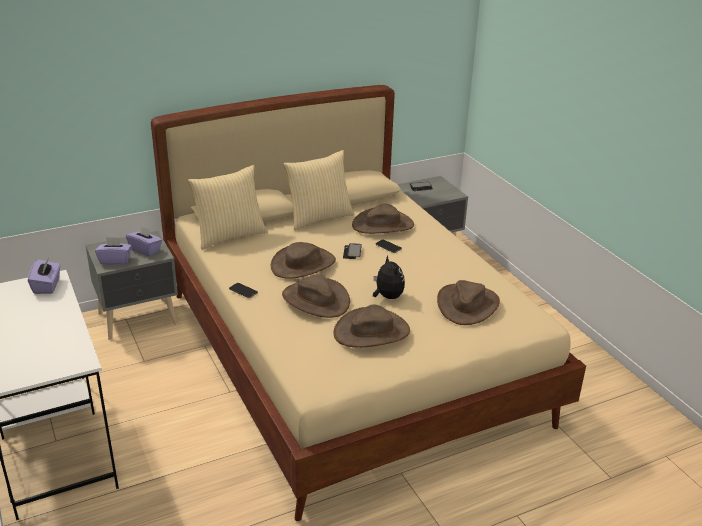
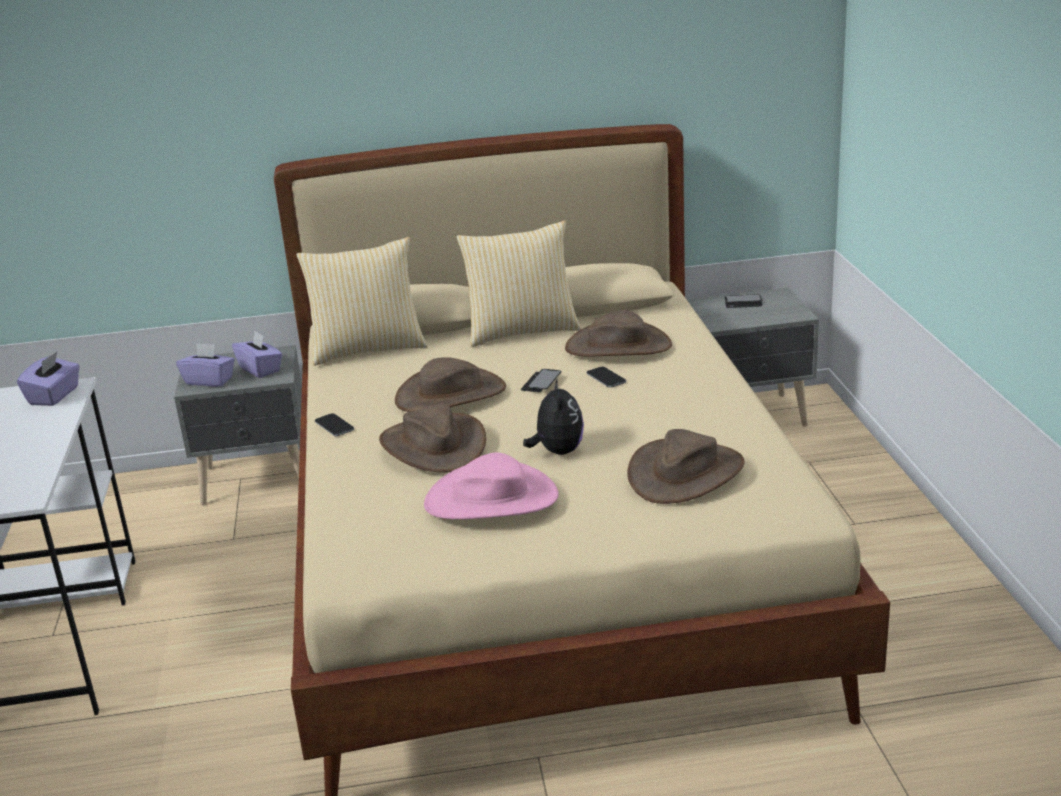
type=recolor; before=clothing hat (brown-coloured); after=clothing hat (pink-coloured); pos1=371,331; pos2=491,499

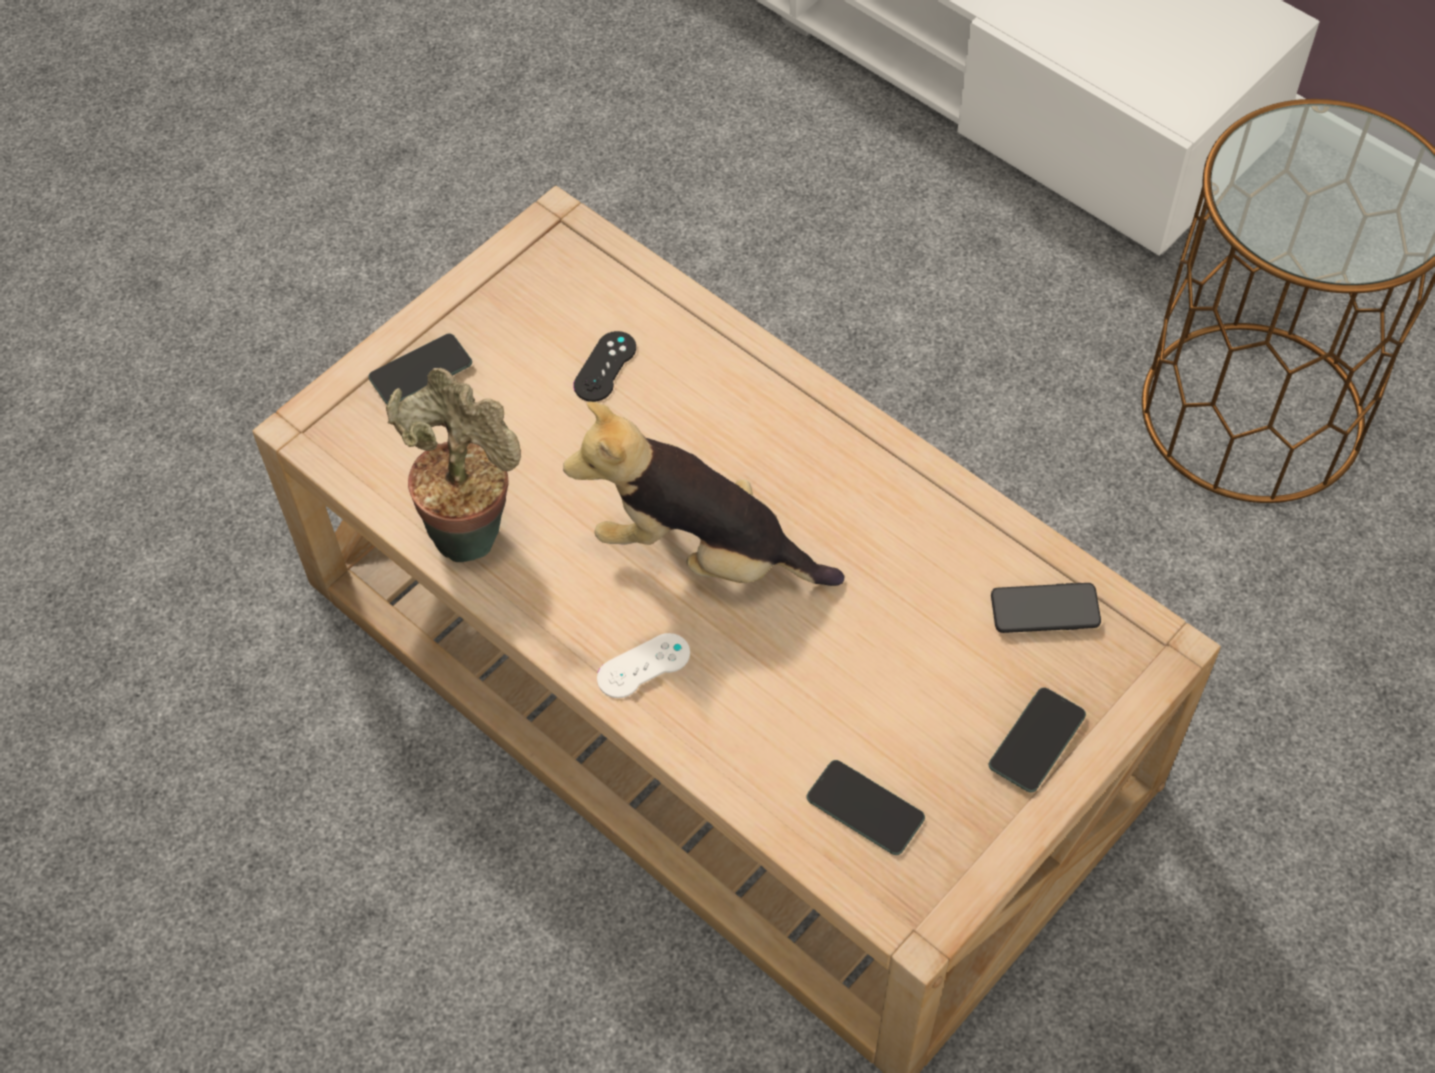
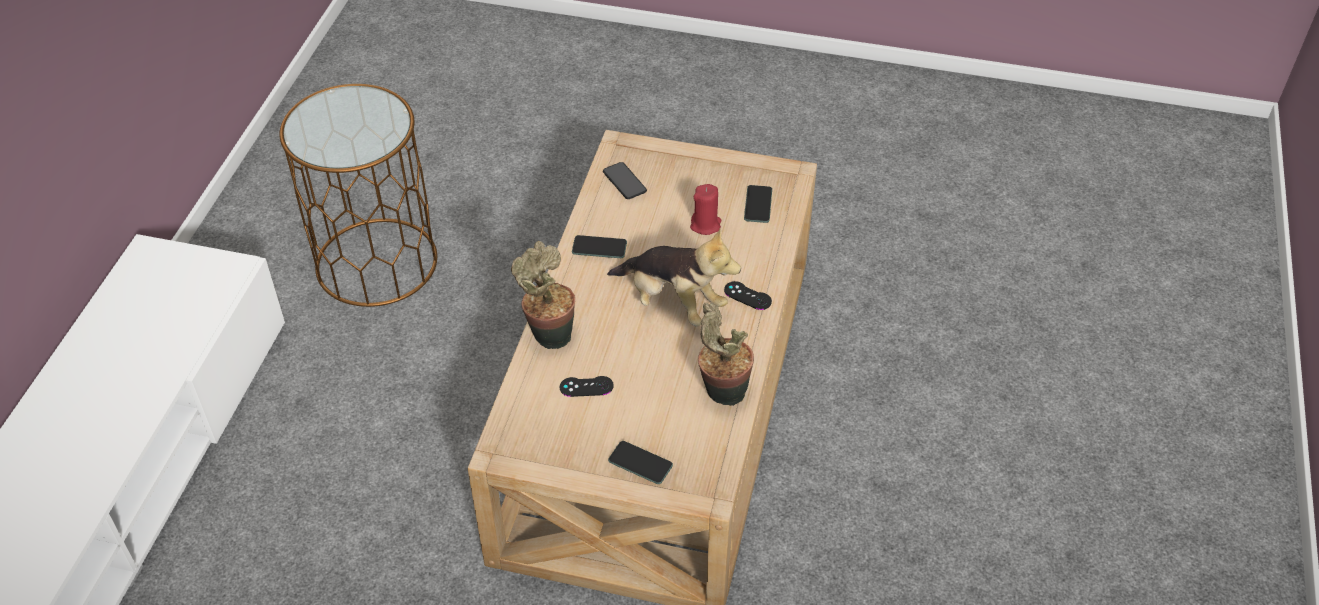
type=insert; after=plant in a pot; pos2=549,334
type=insert; after=candle (red); pos2=705,225
type=move; before=telephone; pos1=1037,740; pos2=599,247
type=recolor; before=game controller (whitish); after=game controller (black); pos1=643,666; pos2=747,296
type=rotate; before=plush toy; pos1=702,552; pos2=672,302; turn=-45

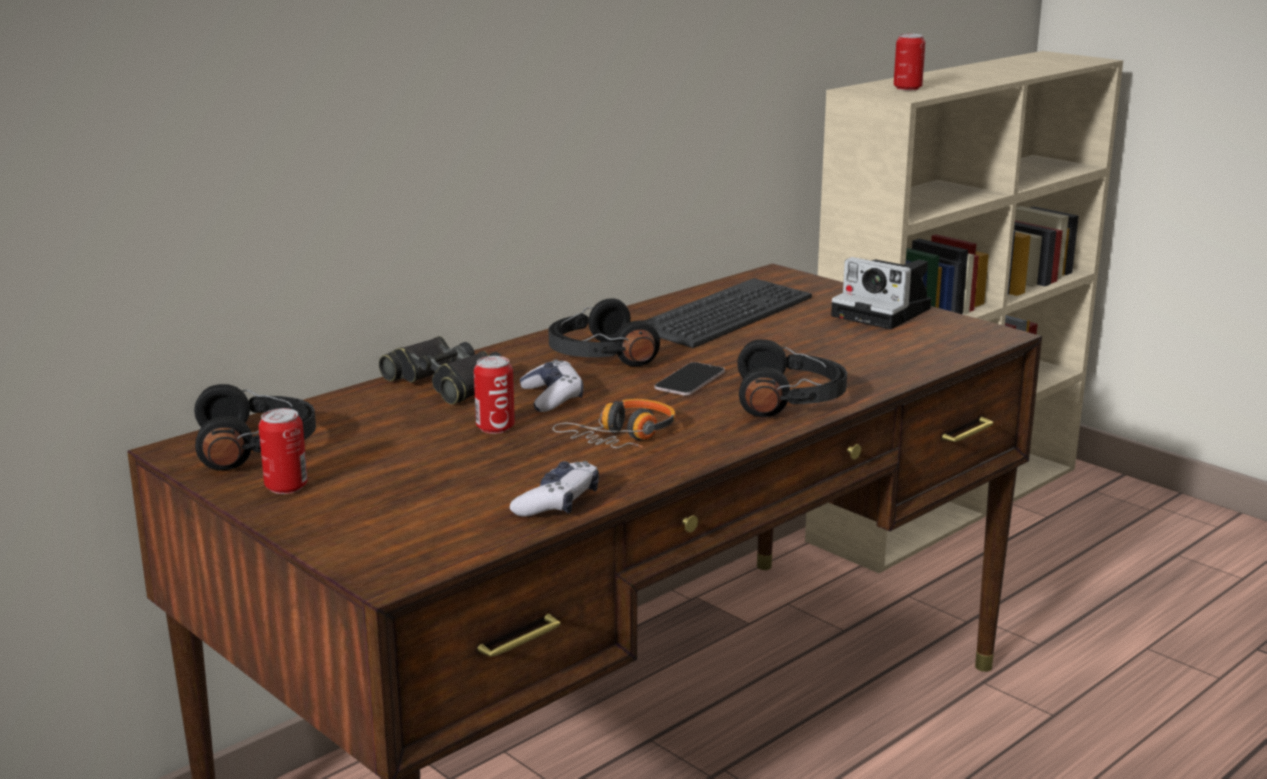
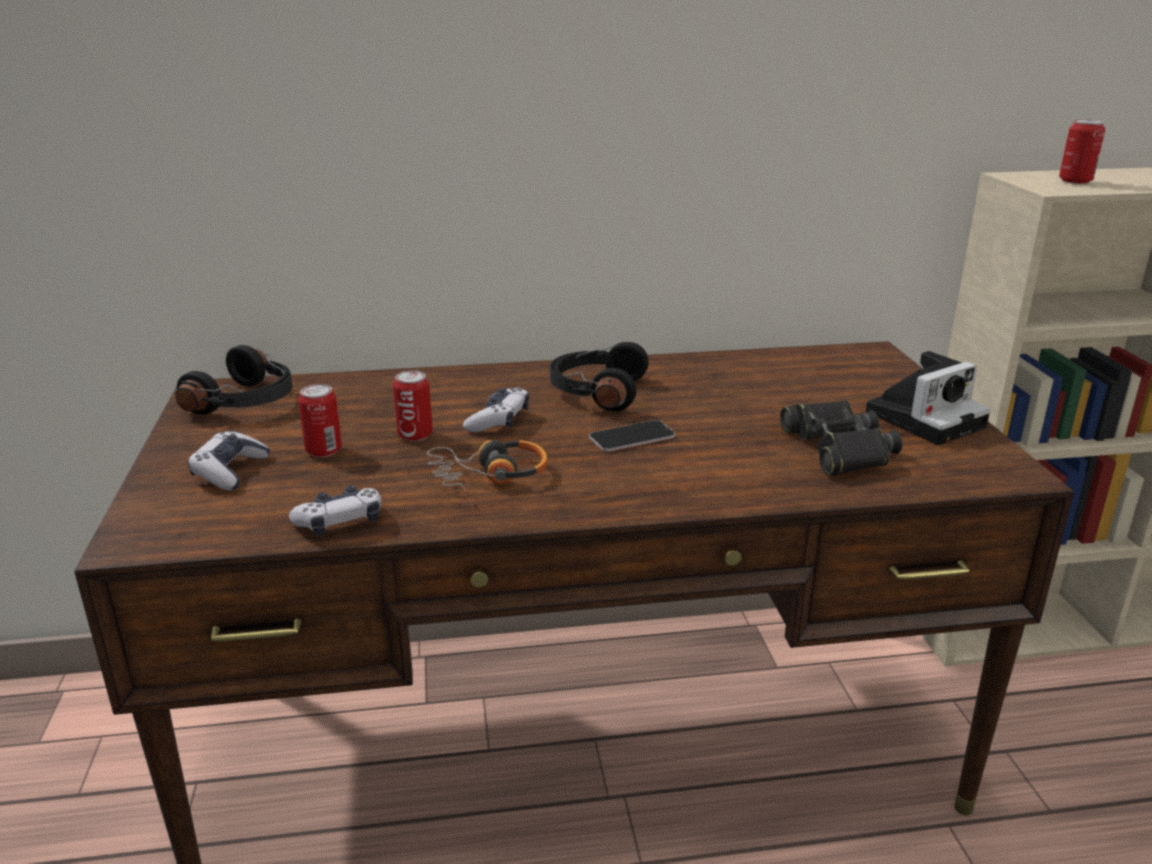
type=delete; before=computer keyboard; pos1=727,314
type=delete; before=pair of headphones (black); pos1=790,400
type=insert; after=game controller; pos2=230,471
type=move; before=sealed can; pos1=286,487; pos2=323,450
type=move; before=field glasses (black); pos1=447,382; pos2=838,448
type=rotate; before=still camera; pos1=885,312; pos2=926,418; turn=-105

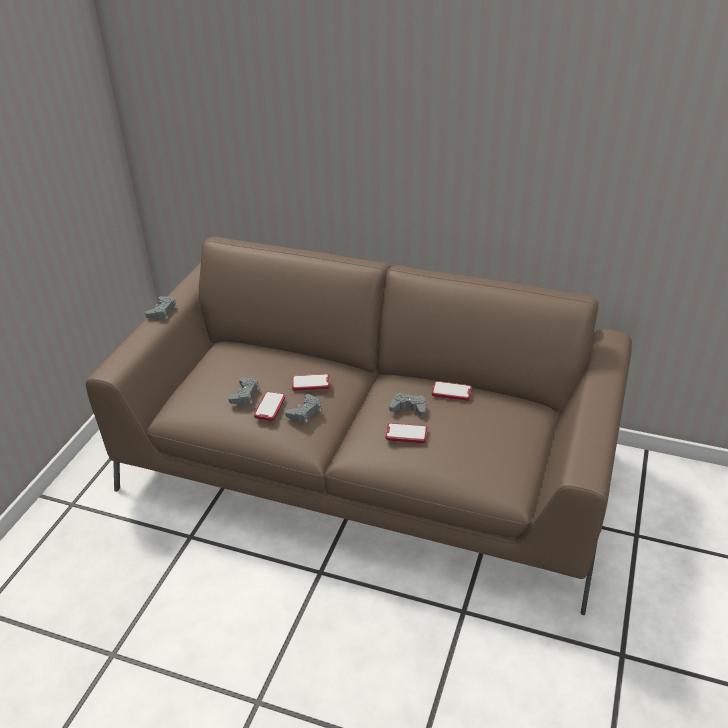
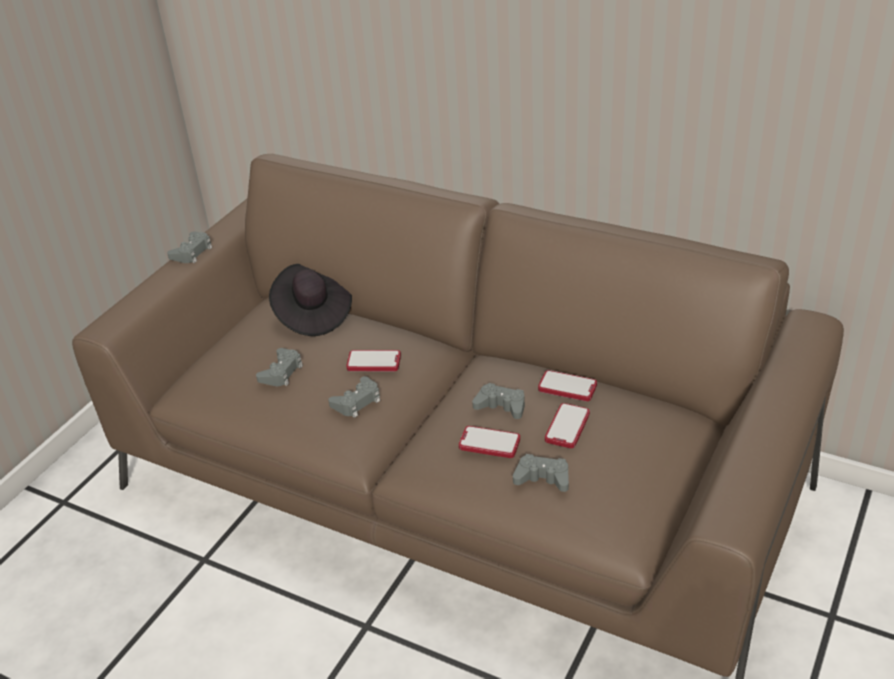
type=insert; after=clothing hat (black); pos2=312,314
type=insert; after=game controller (greyish); pos2=543,478
type=move; before=telephone; pos1=270,407; pos2=567,427

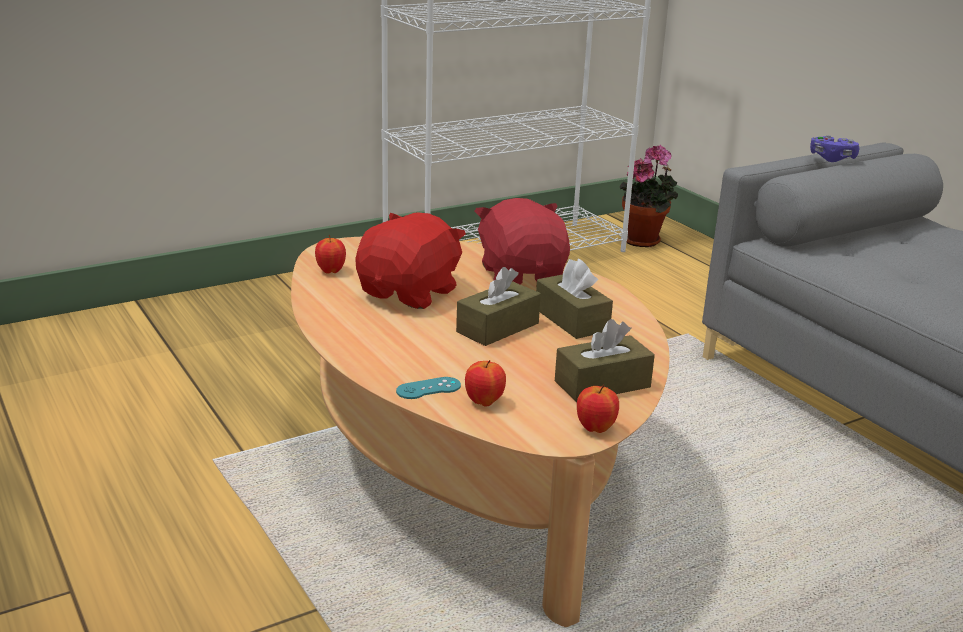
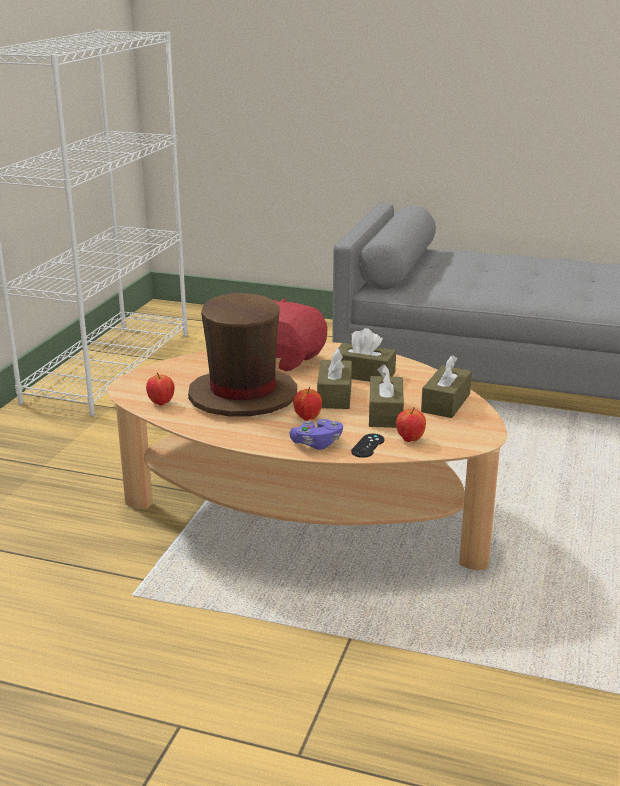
type=delete; before=plant in a pot; pos1=644,240
type=insert; after=box of tissues (brown-coloured); pos2=385,413
type=move; before=apple fruit; pos1=595,428; pos2=307,418
type=move; before=game controller (purple-coloured); pos1=832,159; pos2=317,444
type=replace; before=plush toy (red); after=clothing hat (brown-coloured); pos1=410,293; pos2=242,396
type=recolor; before=game controller (turquoise); after=game controller (black); pos1=428,388; pos2=368,446

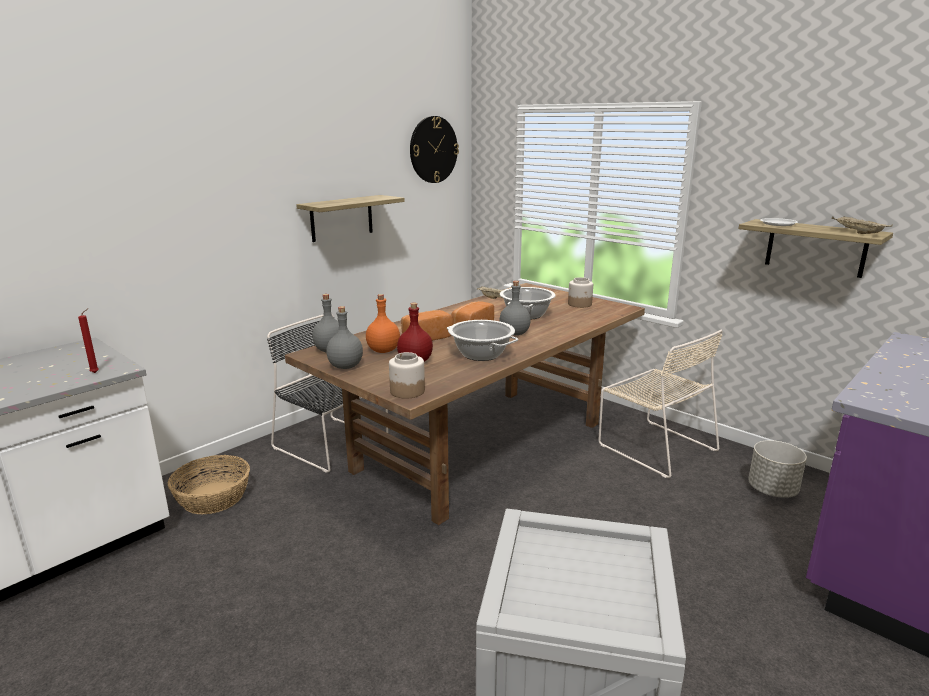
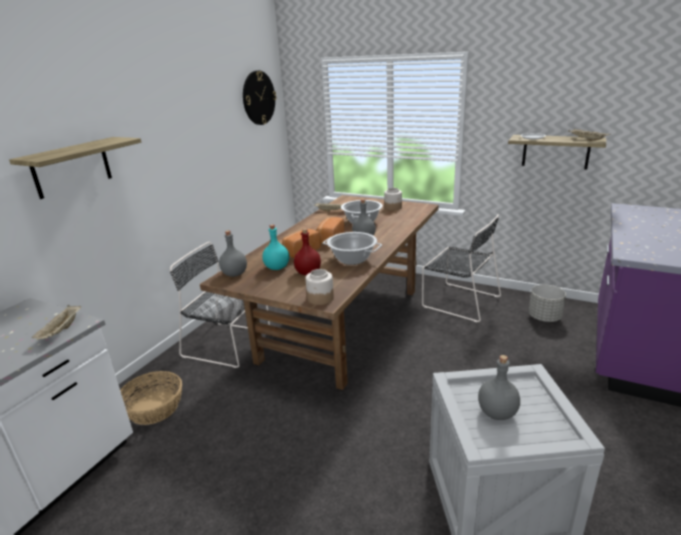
type=move; before=wall shelf; pos1=341,218; pos2=72,167
type=move; before=drink bottle (greyish); pos1=346,366; pos2=497,412
type=replace; before=candle (red); after=tray (beige-coloured); pos1=96,372; pos2=62,331
type=recolor; before=drink bottle (orange); after=drink bottle (turquoise); pos1=383,351; pos2=276,268
type=recolor; before=upright chair (beige-coloured); after=upright chair (black); pos1=654,446; pos2=459,301

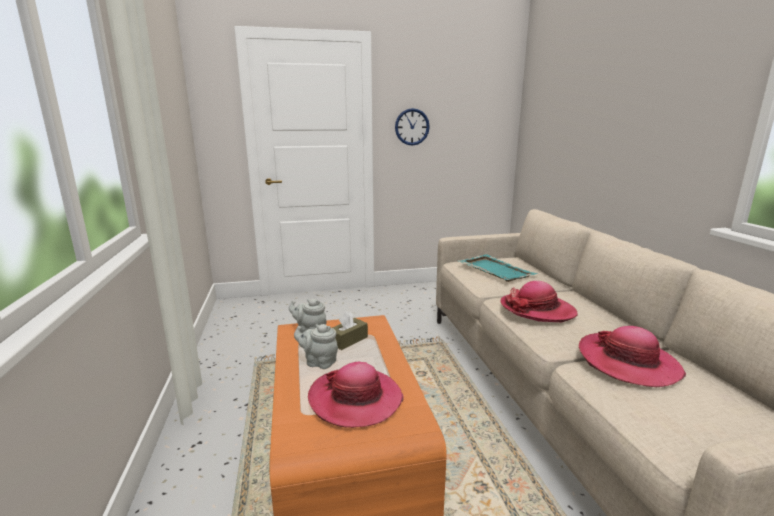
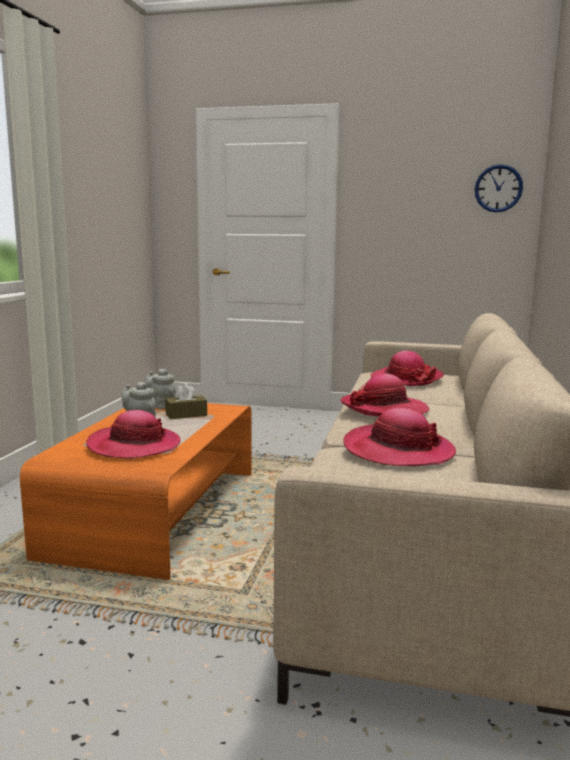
type=move; before=wall clock; pos1=412,127; pos2=498,188
type=replace; before=tray (turquoise); after=clothing hat; pos1=495,270; pos2=406,379

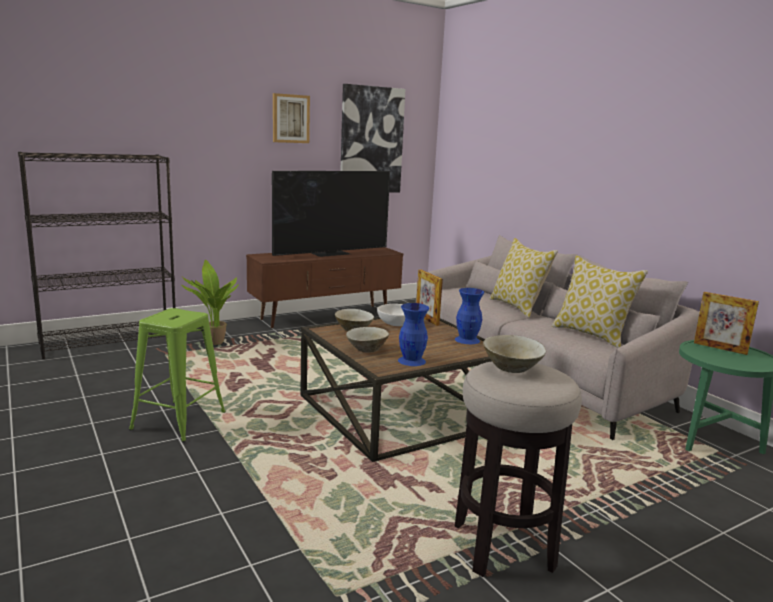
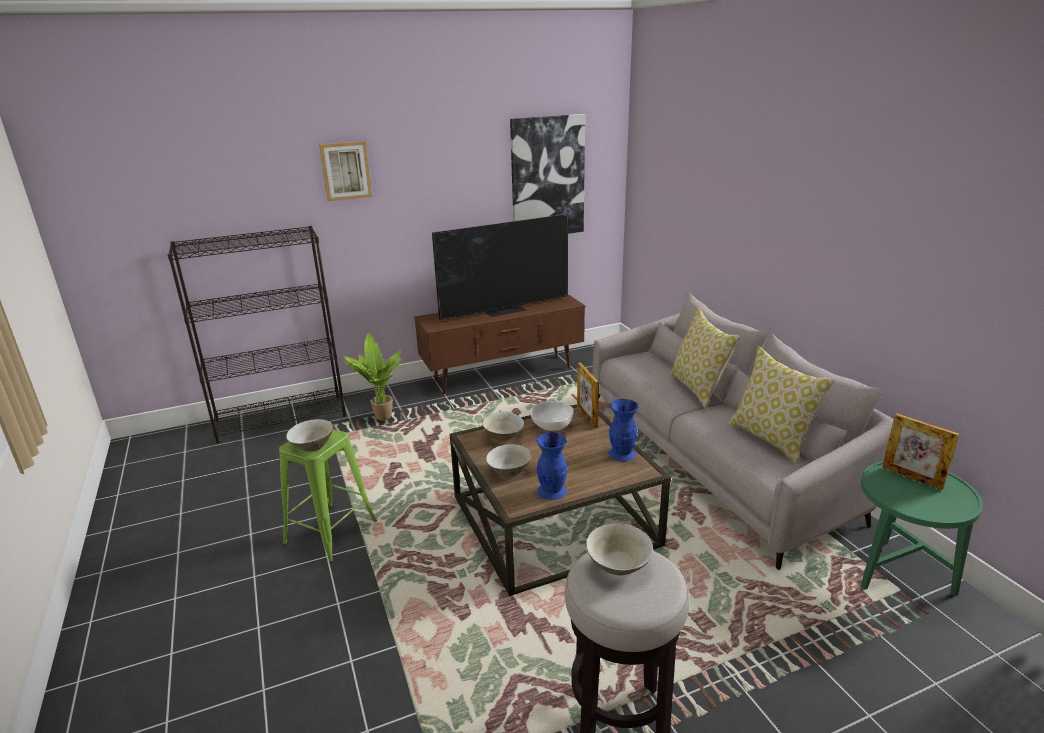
type=insert; after=deep dish (beige-coloured); pos2=312,446
type=move; before=wall art; pos1=290,118; pos2=345,170

